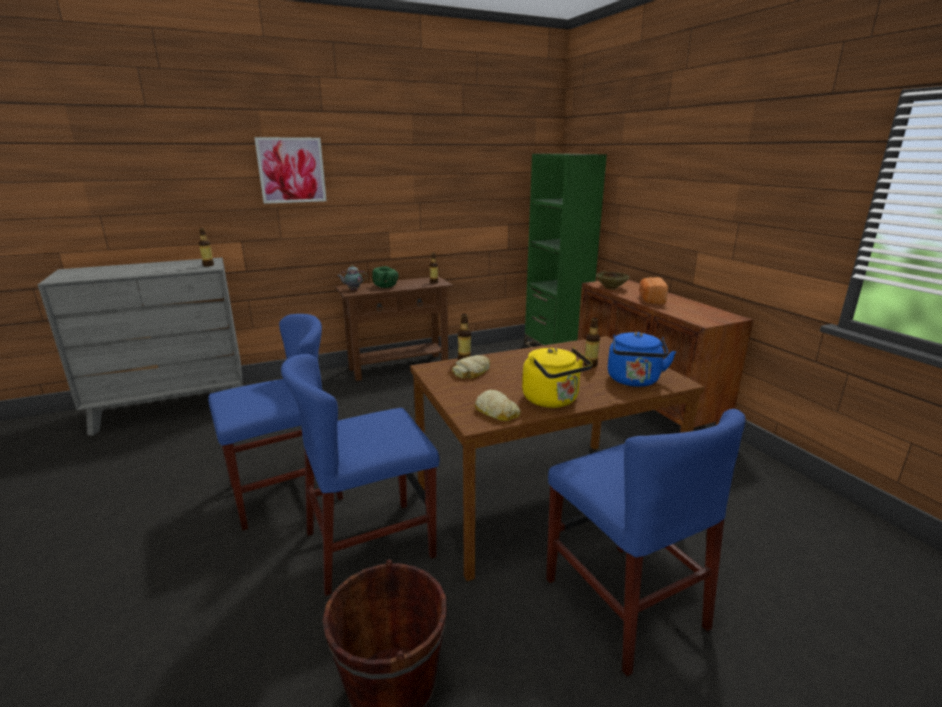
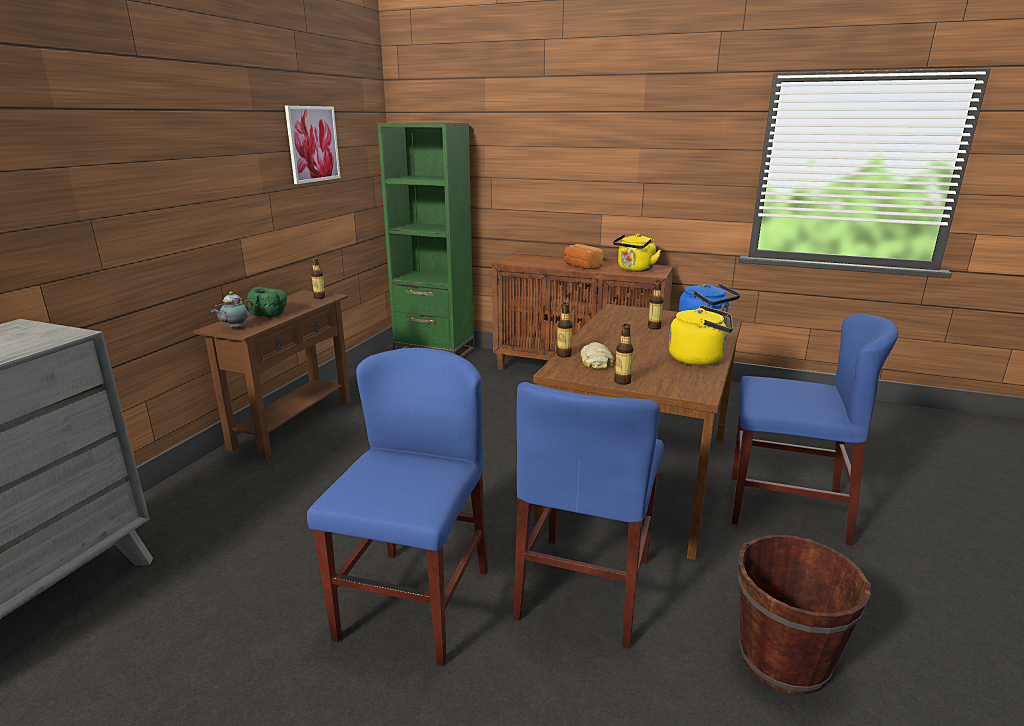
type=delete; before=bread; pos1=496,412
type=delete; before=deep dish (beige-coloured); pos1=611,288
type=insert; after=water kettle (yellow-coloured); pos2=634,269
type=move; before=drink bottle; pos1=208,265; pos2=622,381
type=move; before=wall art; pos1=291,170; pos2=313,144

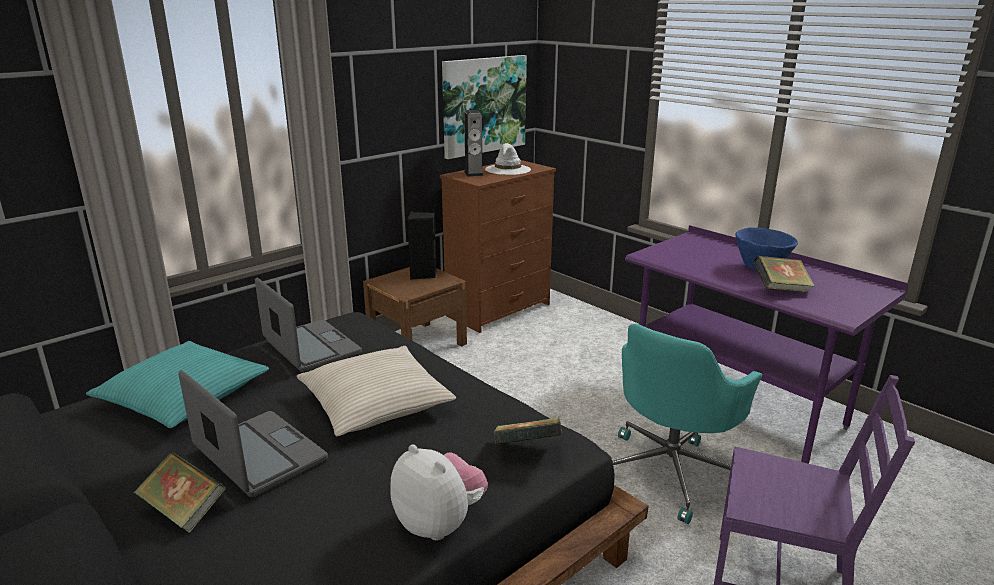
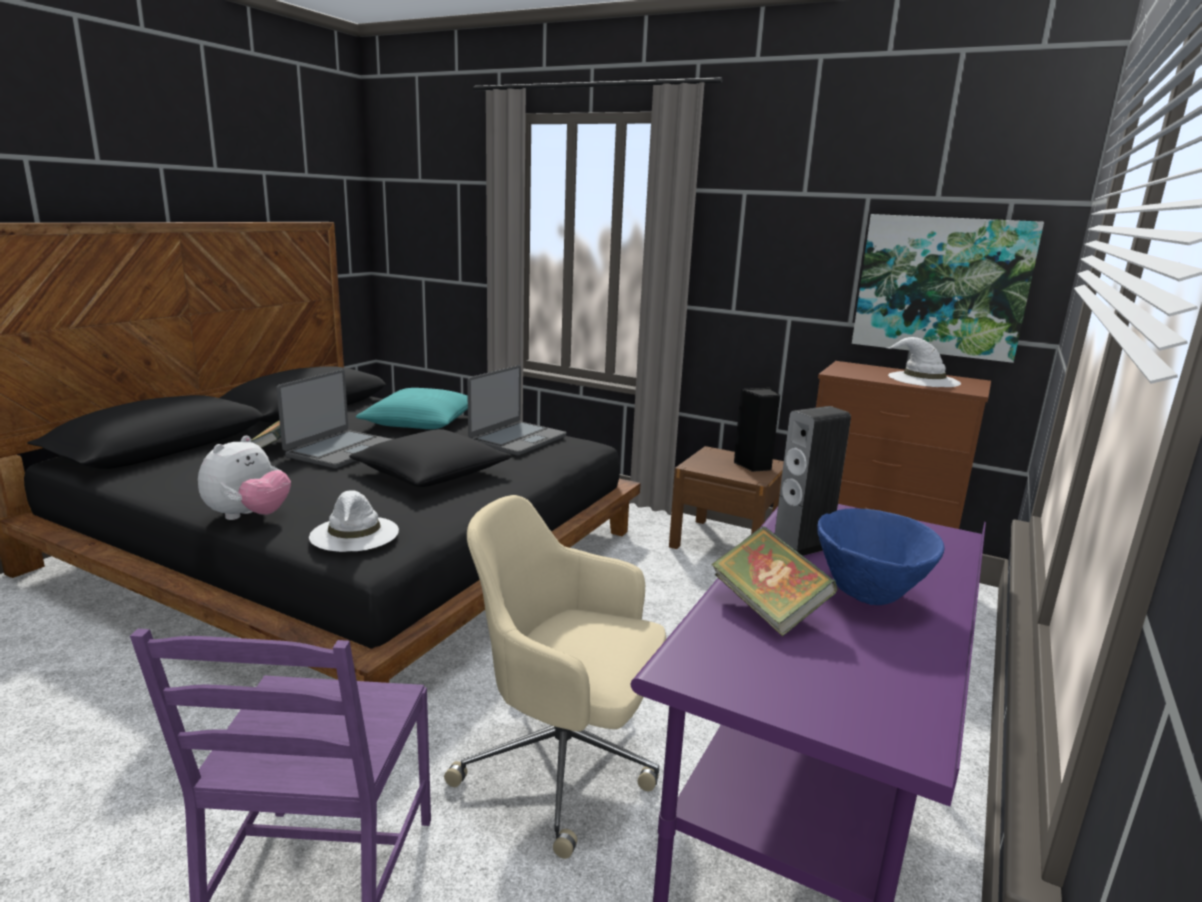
type=move; before=audio speaker; pos1=473,173; pos2=802,545
type=replace; before=bound book; after=clothing hat (whitish); pos1=527,449; pos2=355,534
type=recolor; before=cushion (beige-coloured); after=cushion (black); pos1=375,403; pos2=431,473
type=recolor; before=office chair (turquoise); after=office chair (beige-coloured); pos1=672,471; pos2=564,764

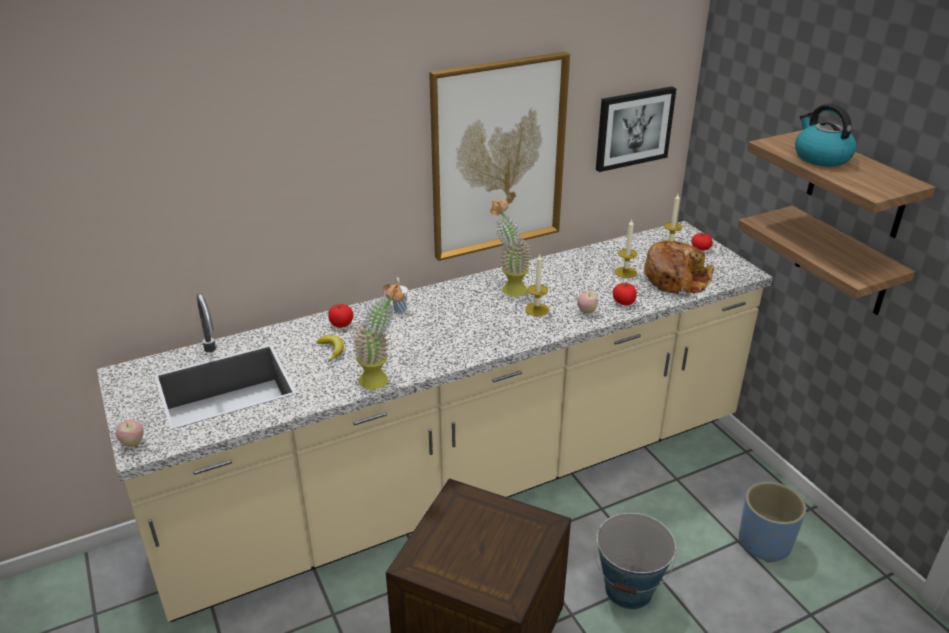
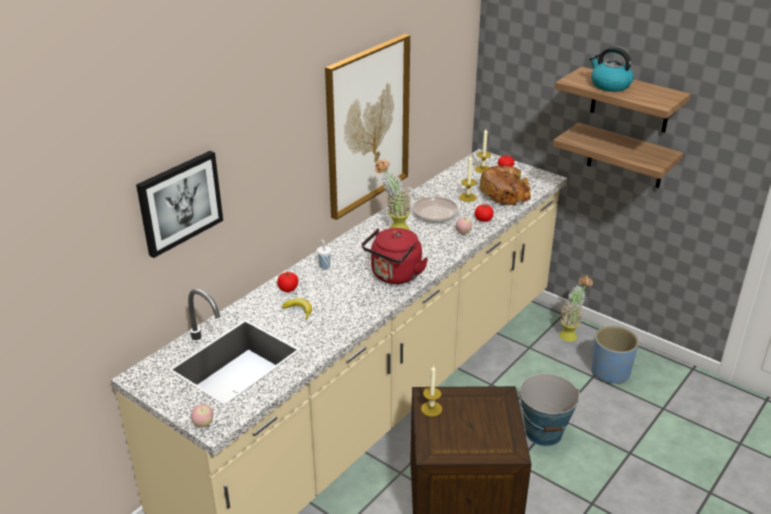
type=insert; after=water kettle (red); pos2=394,276
type=insert; after=pan; pos2=433,212
type=move; before=plant in a pot; pos1=381,378; pos2=571,334
type=move; before=candle; pos1=537,309; pos2=431,409
type=move; before=wall art; pos1=633,128; pos2=179,202

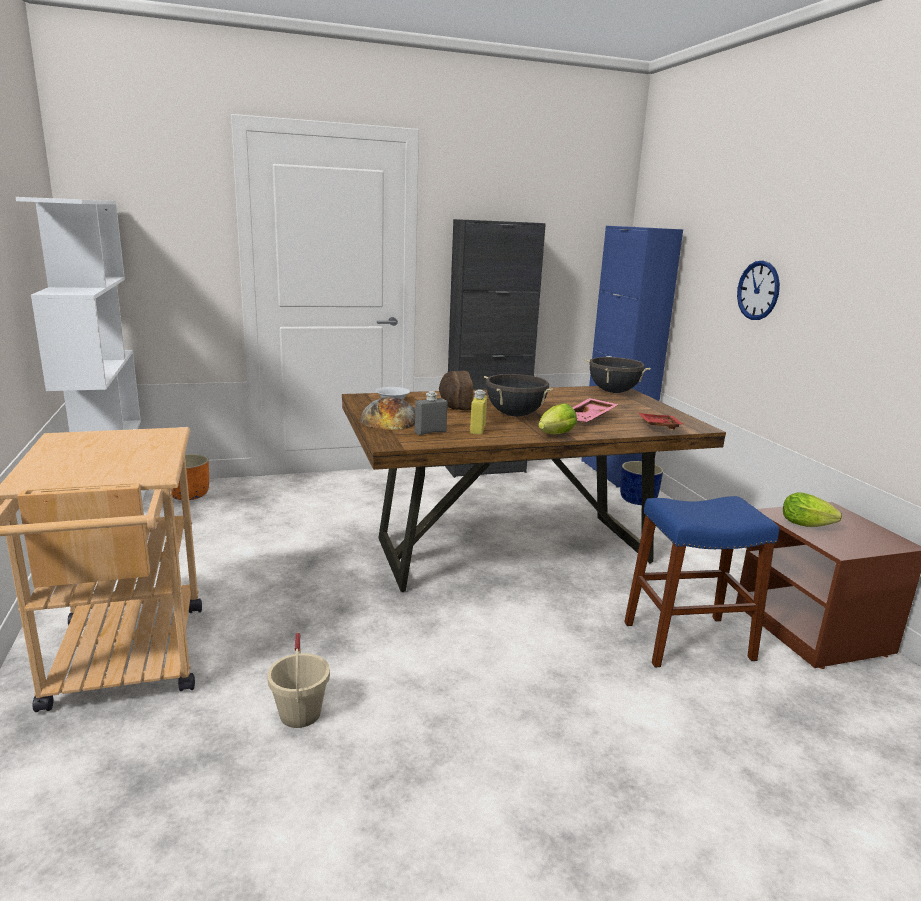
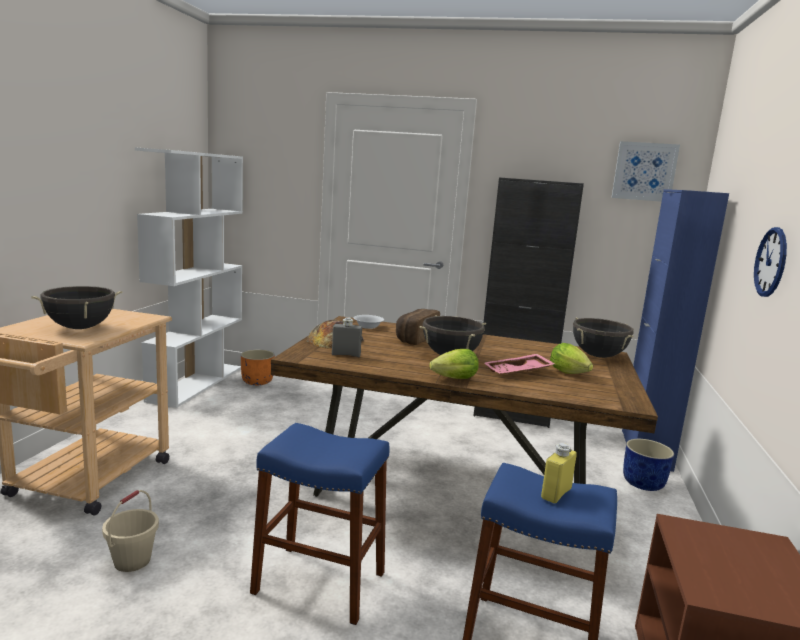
type=delete; before=tray (red); pos1=657,427
type=insert; after=stockpot (black); pos2=80,328
type=insert; after=sitting stool (blue-coloured); pos2=319,582
type=insert; after=wall art; pos2=644,171
type=move; before=drink bottle (yellow-coloured); pos1=477,429; pos2=556,493
type=move; before=lettuce head; pos1=808,525; pos2=570,374

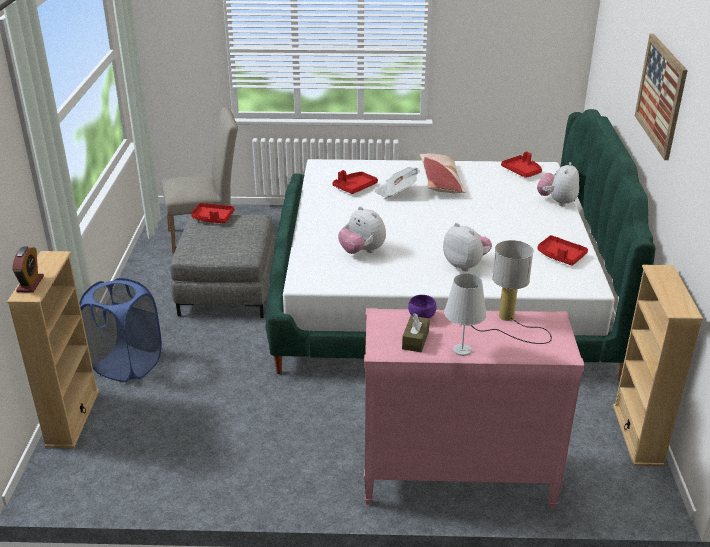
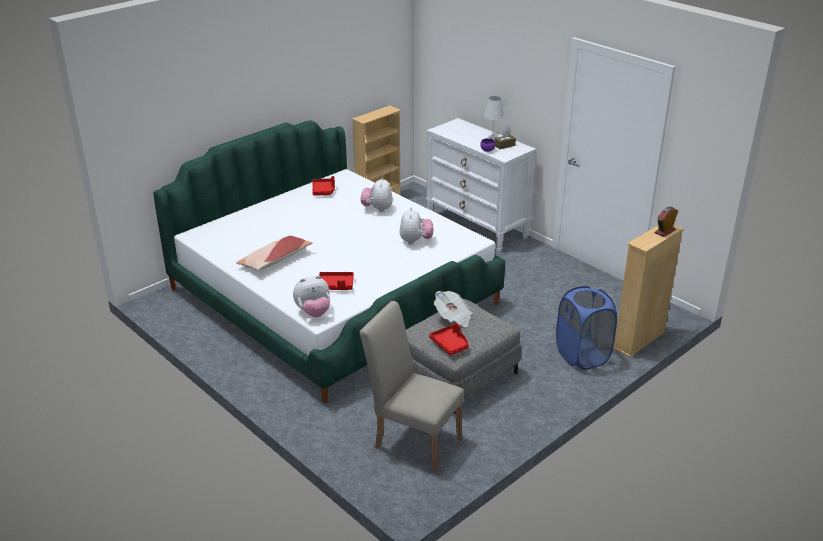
type=delete; before=table lamp; pos1=508,322
type=delete; before=tray (red); pos1=522,171
type=delete; before=wall art; pos1=660,95
type=move; before=newspaper; pos1=396,193; pos2=453,317
type=move; before=plush toy; pos1=557,202; pos2=313,312
type=recolor; before=drawer chest (pink-coloured); after=drawer chest (whitish); pos1=456,478; pos2=477,227

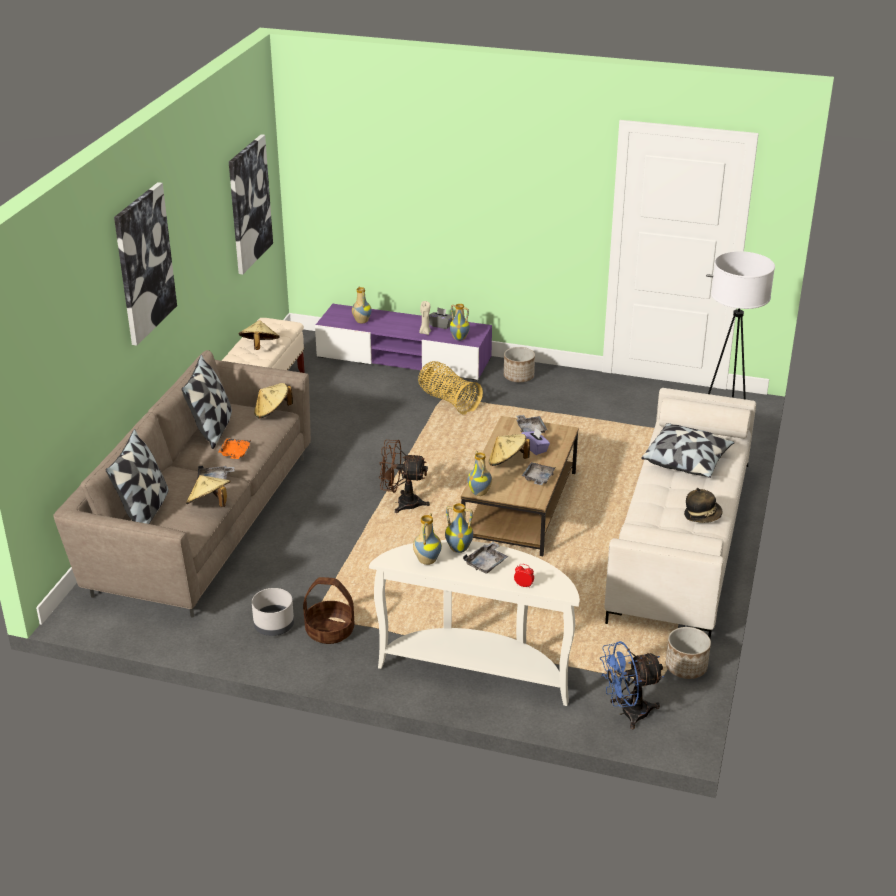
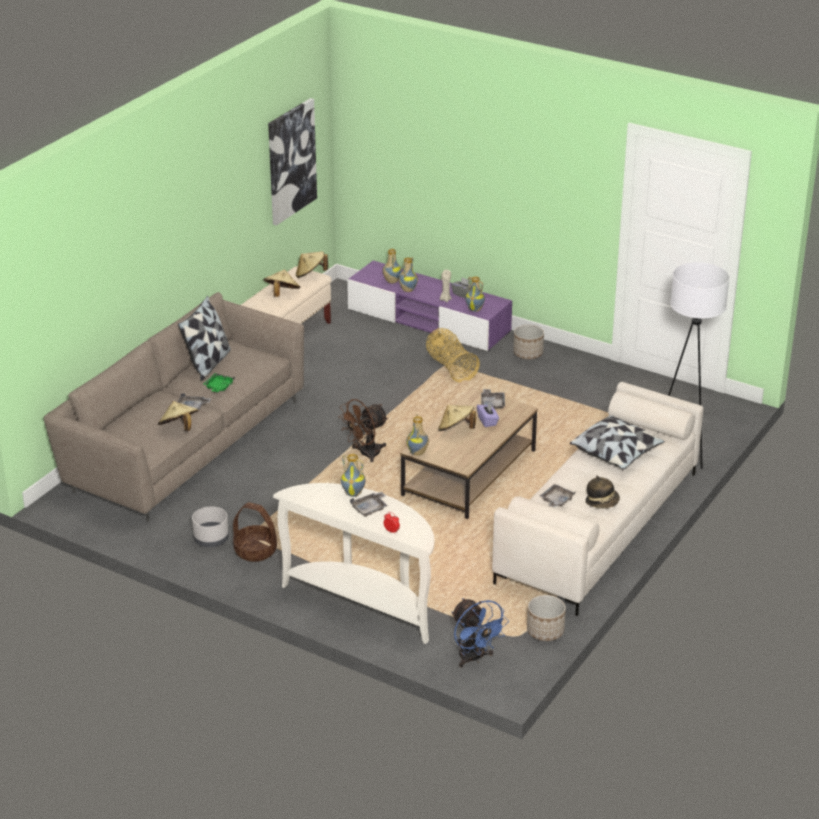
type=delete; before=cushion; pos1=145,511
type=delete; before=wall art; pos1=144,263
type=move; before=clothing hat (beige-coloured); pos1=272,412; pos2=310,274
type=move; before=flower vase; pos1=426,560; pos2=407,290
type=move; before=tray (greyish); pos1=538,478; pos2=556,500
type=recolor; before=tray (orange); after=tray (greenish); pos1=235,453; pos2=218,387
type=rotate; before=fan (brown-coloured); pos1=402,503; pos2=365,454; turn=-60
type=rotate; before=fan (blue-coloured); pos1=627,713; pos2=474,658; turn=-120

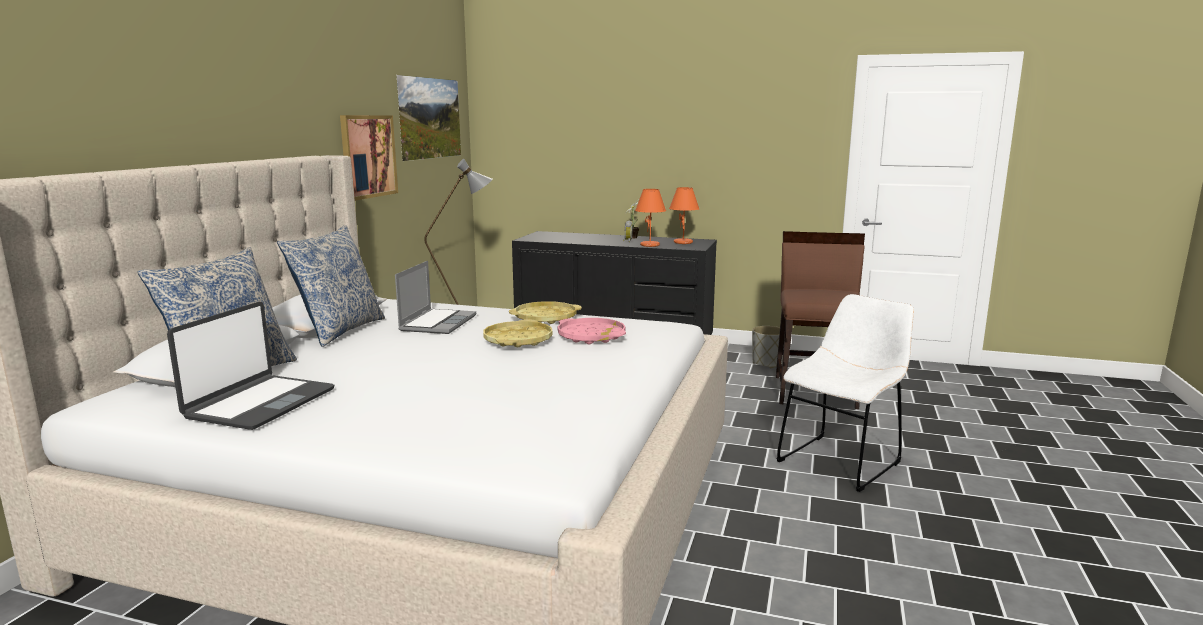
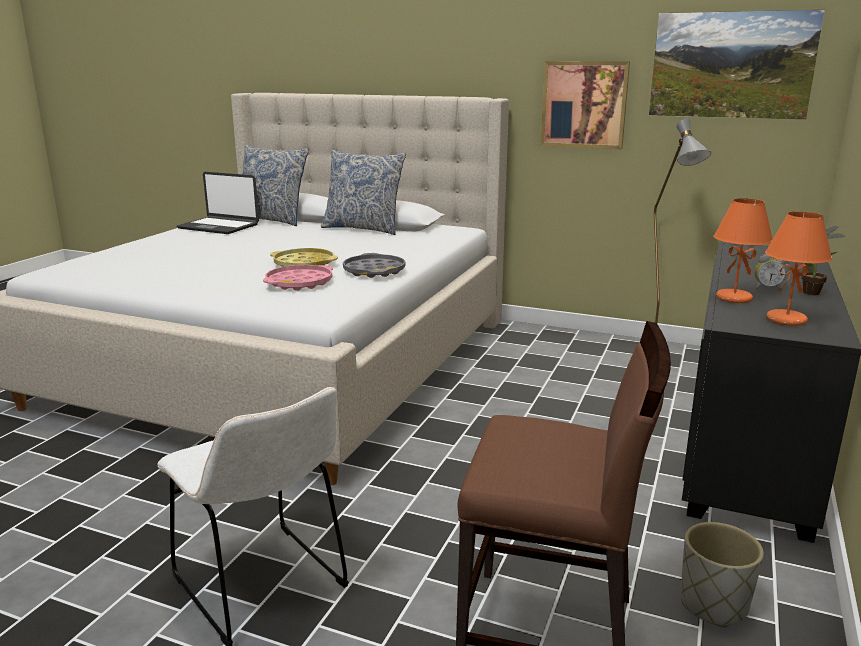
type=delete; before=notebook computer; pos1=437,323
type=recolor; before=tray (yellow-coloured); after=tray (greyish); pos1=545,318; pos2=374,271

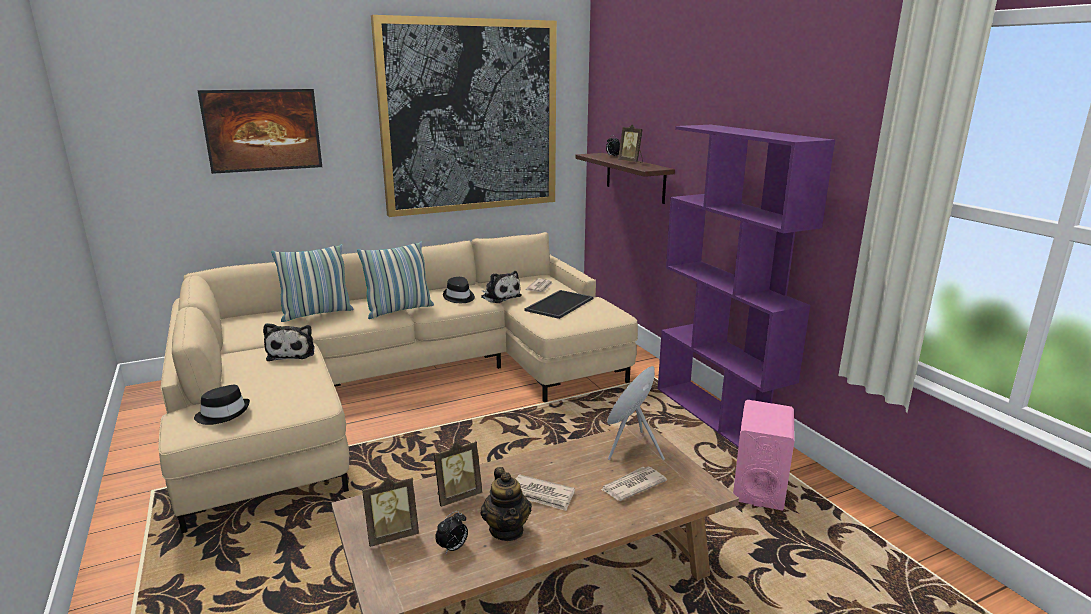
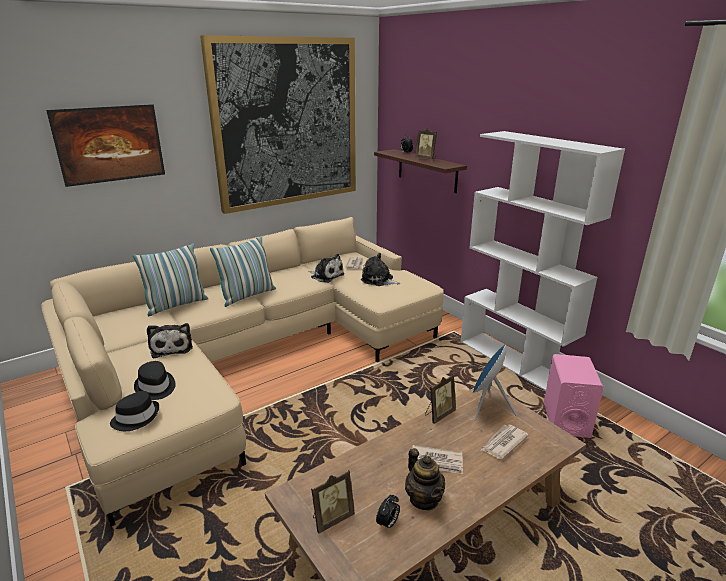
type=move; before=picture frame; pos1=457,496; pos2=439,414
type=move; before=clothing hat (black); pos1=459,297; pos2=155,387
type=replace; before=tray; after=plush toy; pos1=560,305; pos2=378,280
type=recolor; before=bookcase (purple-coloured); after=bookcase (whitish); pos1=719,417; pos2=514,362

